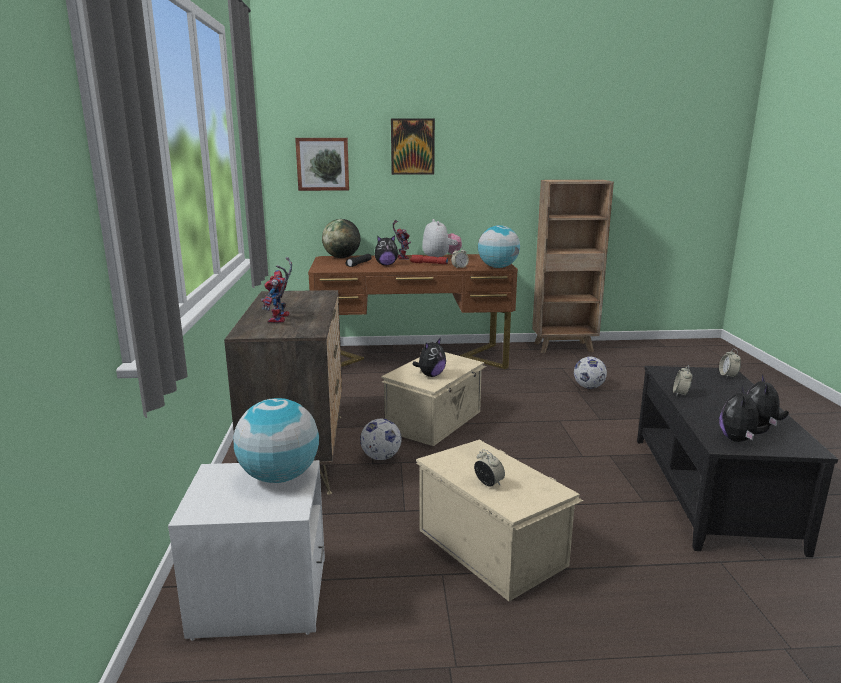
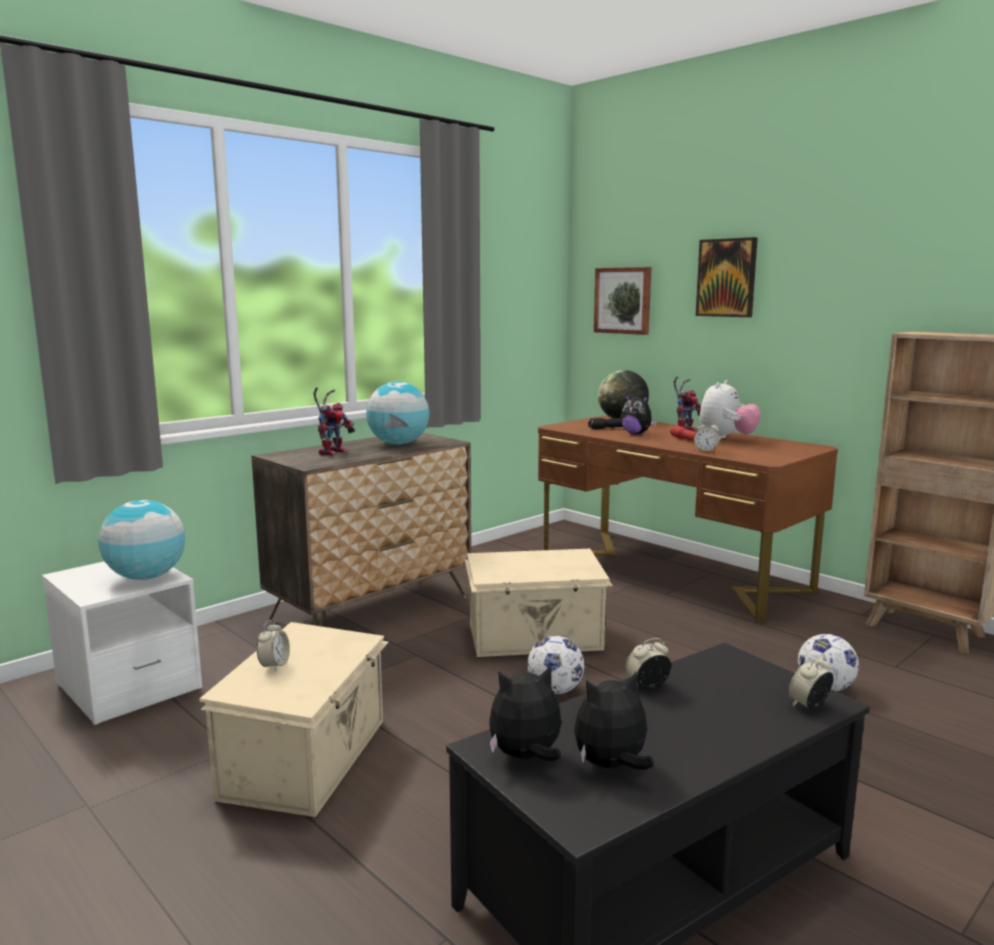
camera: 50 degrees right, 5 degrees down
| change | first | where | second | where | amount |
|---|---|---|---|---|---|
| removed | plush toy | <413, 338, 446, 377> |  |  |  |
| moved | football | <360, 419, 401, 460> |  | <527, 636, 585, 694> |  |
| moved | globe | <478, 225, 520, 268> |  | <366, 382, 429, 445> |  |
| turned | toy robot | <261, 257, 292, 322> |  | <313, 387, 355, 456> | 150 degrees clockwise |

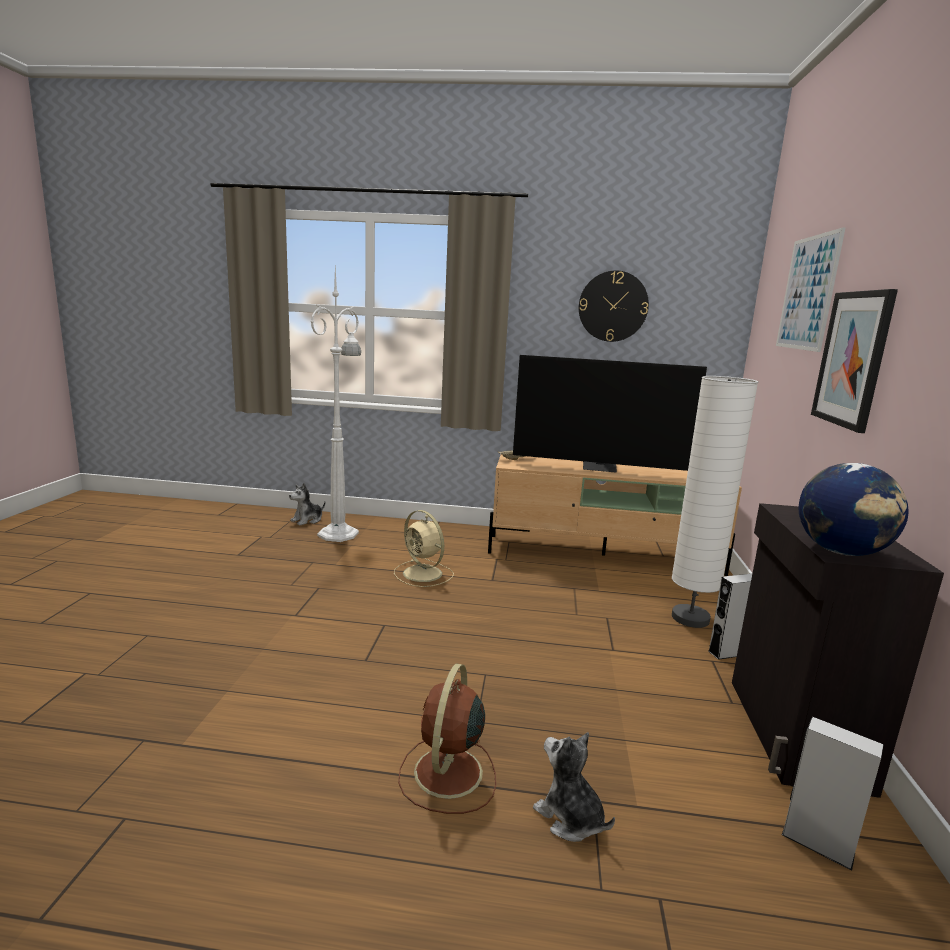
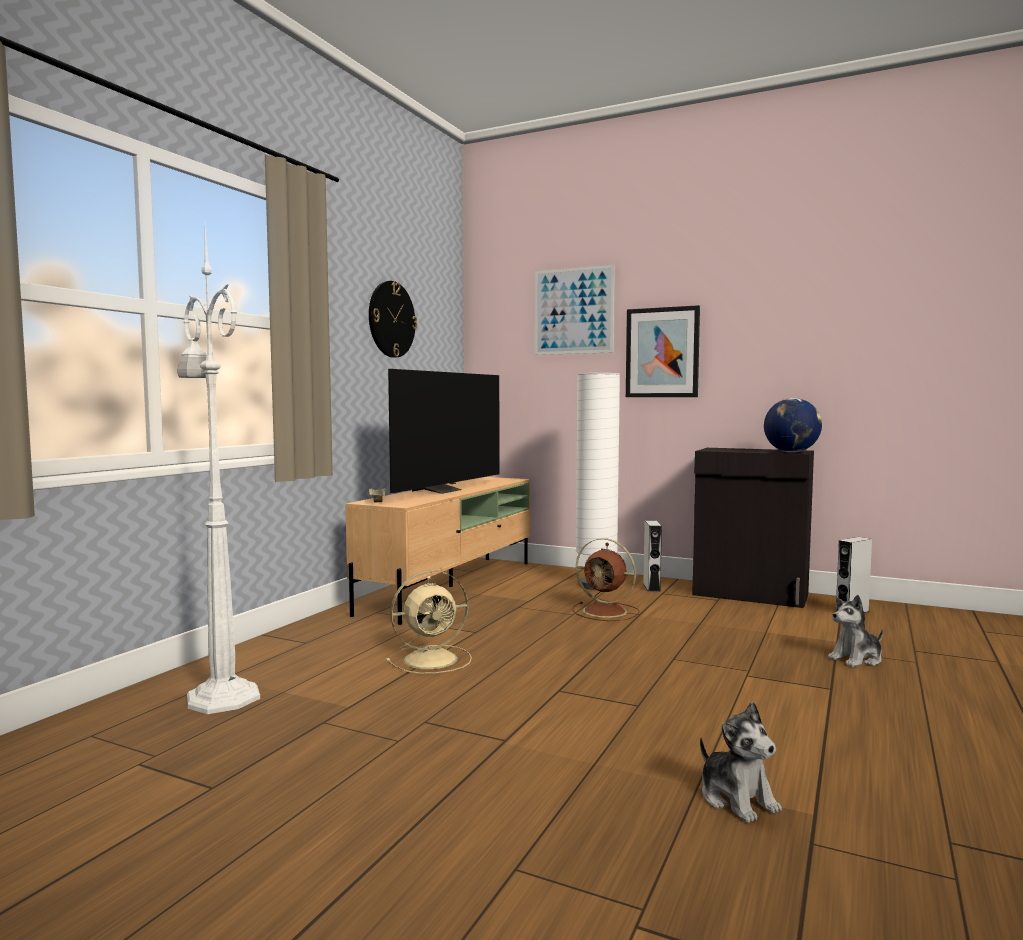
camera: 70 degrees left, 10 degrees down
| change | first | where | second | where | amount |
|---|---|---|---|---|---|
| moved | plush toy | <289, 483, 326, 525> |  | <700, 701, 782, 823> |  |
| moved | fan/brown | <398, 663, 496, 814> |  | <572, 538, 639, 621> |  |

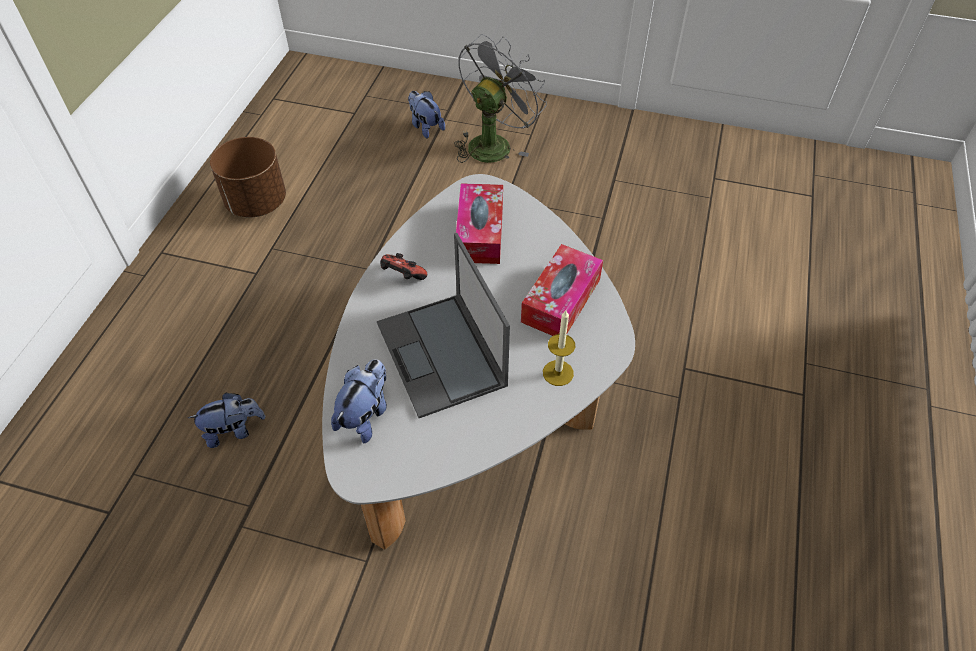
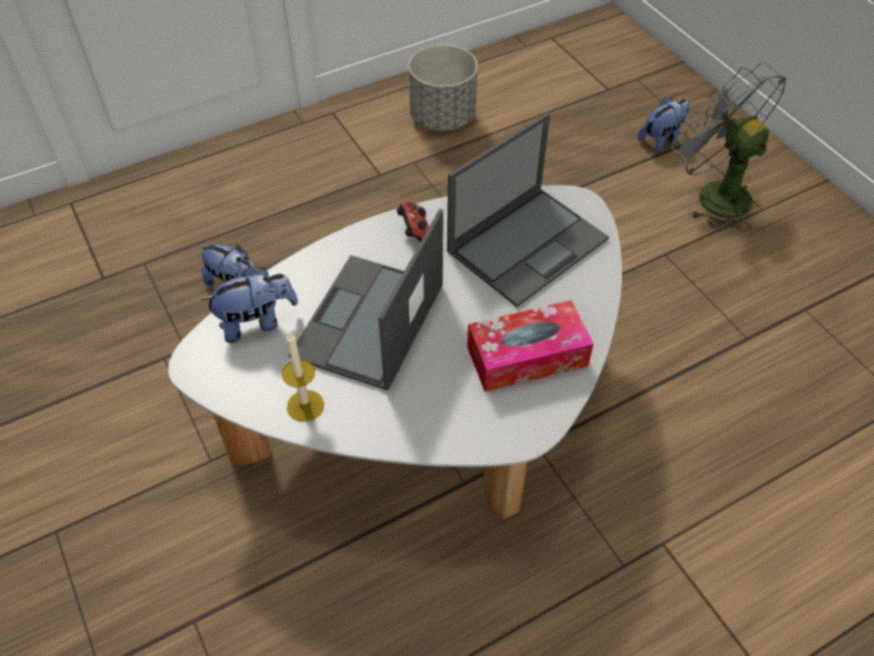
camera: 45 degrees right, 0 degrees up
| change | first | where | second | where | amount |
|---|---|---|---|---|---|
| moved | candle | <543, 310, 575, 386> |  | <282, 332, 324, 422> |  |
| replaced | tissue box | <456, 183, 503, 264> | laptop | <447, 112, 609, 307> |  |
| recoloured | planter/brown | <210, 137, 286, 217> | planter/grey | <409, 45, 478, 131> |  |
| turned | plush toy | <408, 91, 445, 138> |  | <638, 97, 689, 153> | 45 degrees clockwise |
| turned | fan/grey | <454, 34, 547, 163> |  | <672, 62, 786, 231> | 120 degrees counterclockwise |

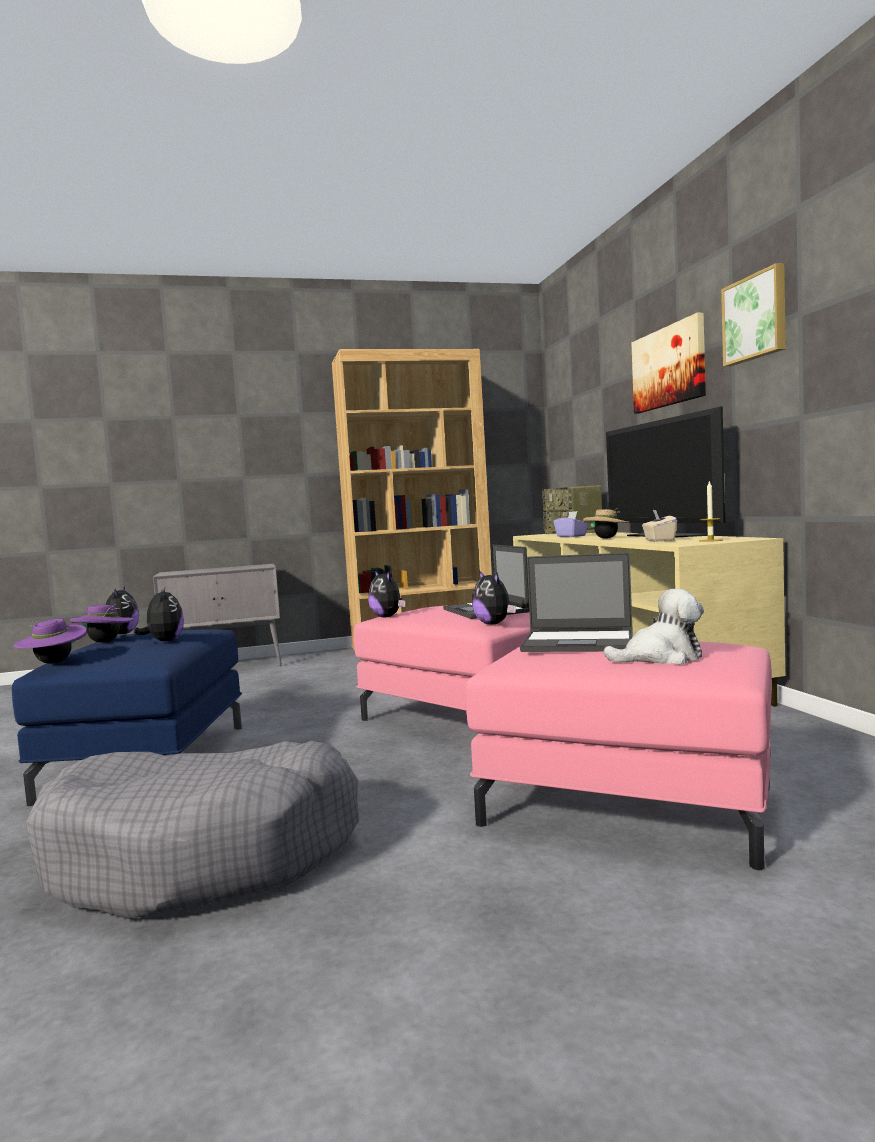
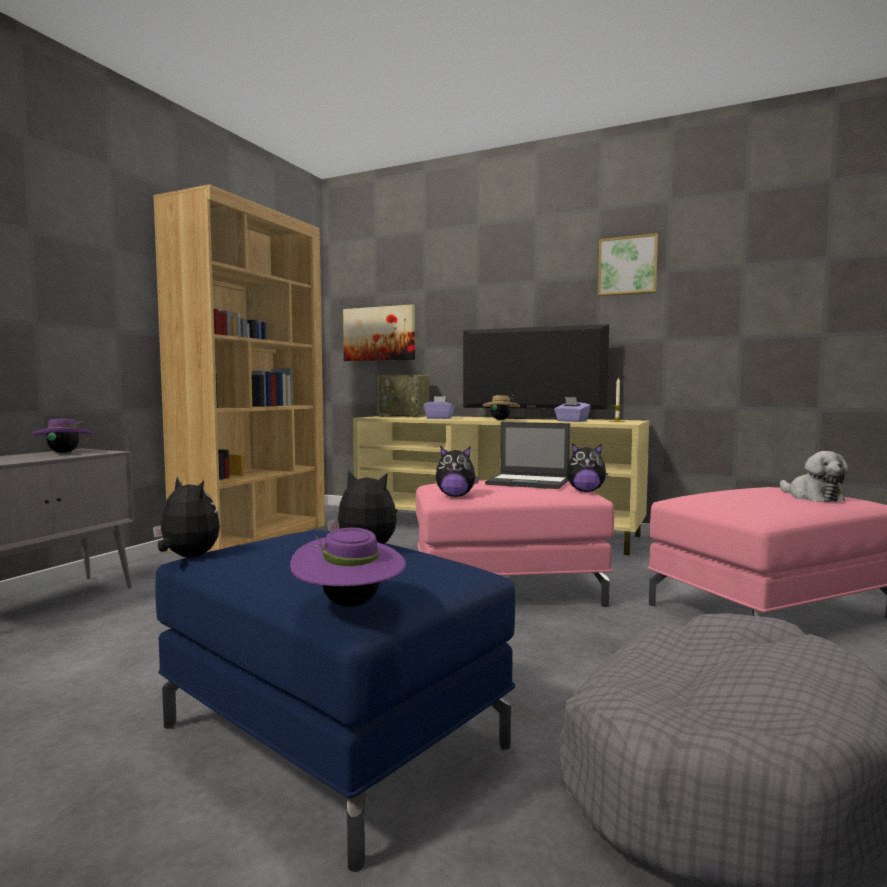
camera: 50 degrees left, 0 degrees up
| change | first | where | second | where | amount |
|---|---|---|---|---|---|
| removed | laptop | <520, 553, 633, 652> |  |  |  |
| moved | hat/purple | <70, 604, 134, 643> |  | <32, 418, 94, 453> |  |
| moved | picture | <631, 313, 706, 414> |  | <343, 305, 415, 361> |  |
| recoloured | tissue box/beige | <642, 510, 677, 542> | tissue box/purple | <554, 397, 591, 422> |  |
| turned | plush toy | <604, 589, 704, 665> |  | <780, 451, 848, 502> | 135 degrees clockwise |

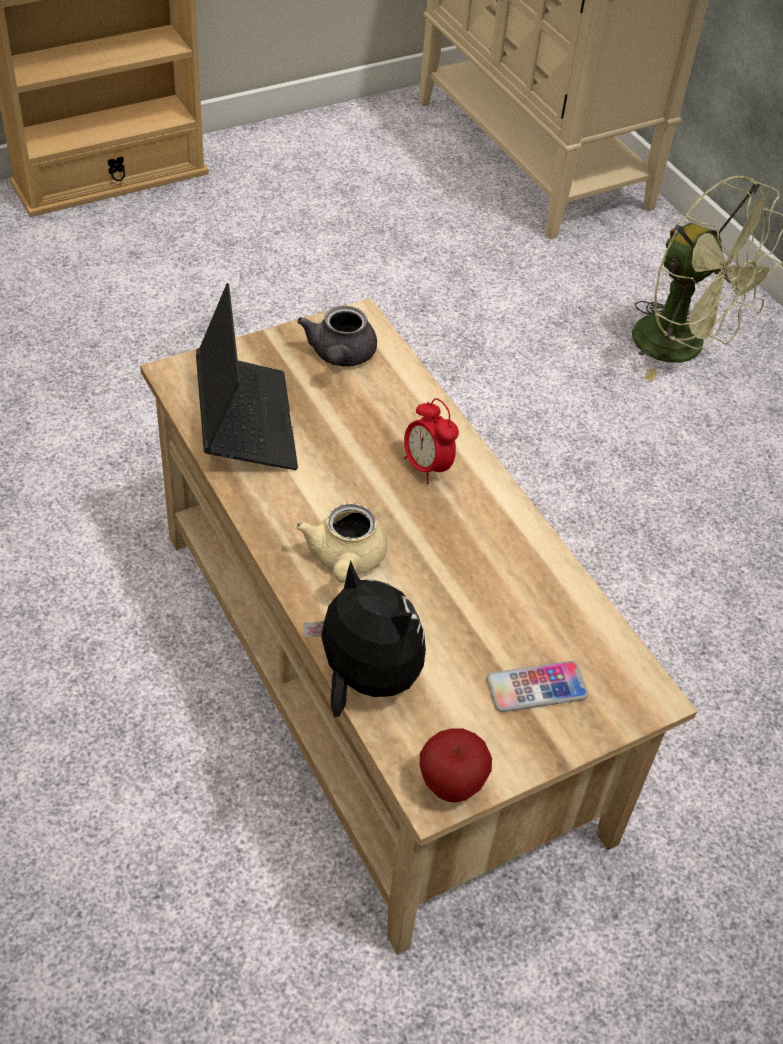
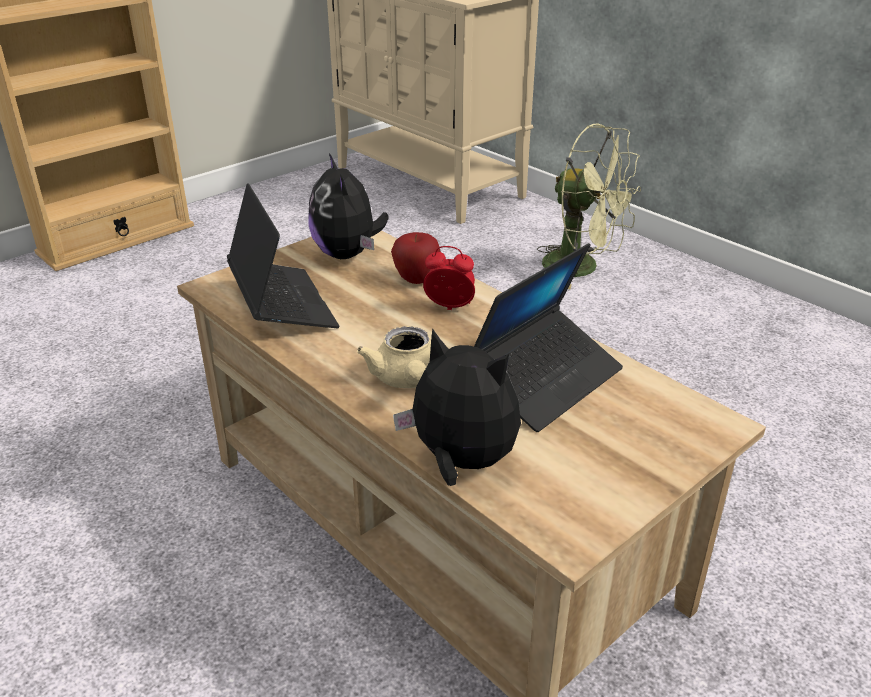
camera: 10 degrees left, 15 degrees down
| change | first | where | second | where | amount |
|---|---|---|---|---|---|
| removed | phone | <487, 661, 588, 712> |  |  |  |
| added |  |  | laptop | <474, 243, 623, 432> |  |
| moved | apple | <420, 728, 492, 803> |  | <391, 232, 441, 284> |  |
| replaced | teapot/grey | <297, 306, 377, 367> | plush toy | <308, 153, 388, 259> |  |
| turned | alarm clock | <404, 398, 459, 484> |  | <423, 246, 475, 310> | 150 degrees clockwise |

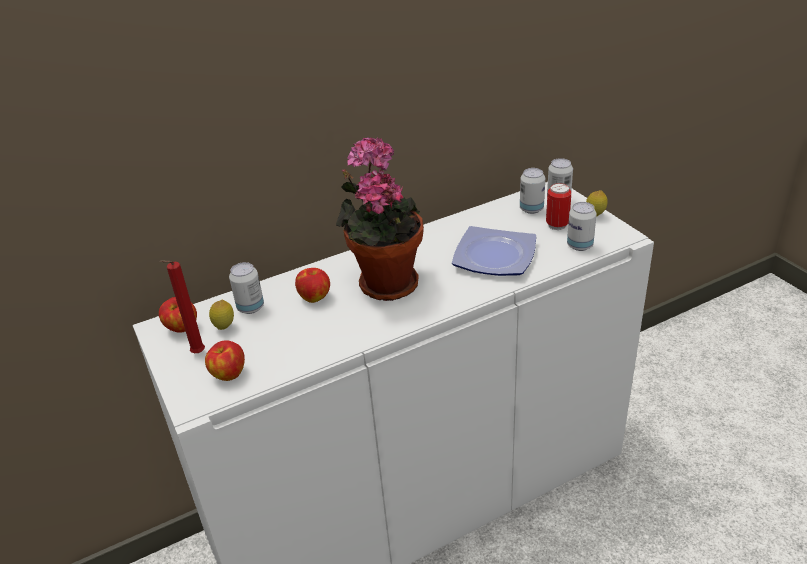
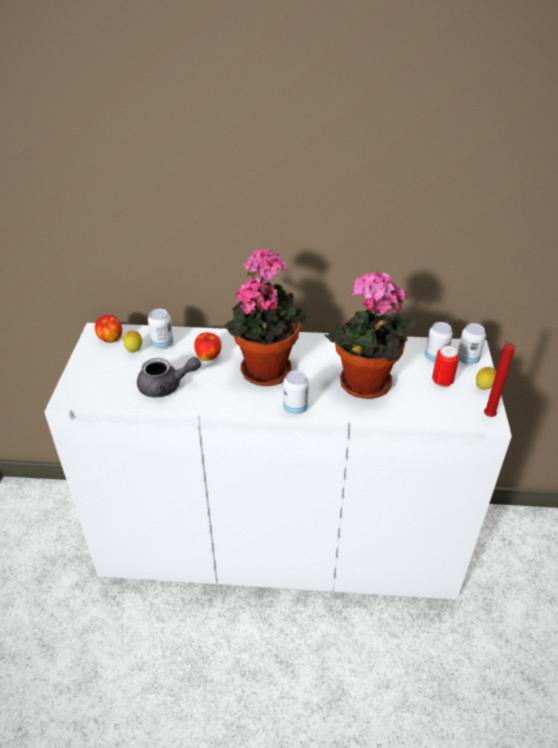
camera: 30 degrees right, 5 degrees up
| change | first | where | second | where | amount |
|---|---|---|---|---|---|
| removed | apple | <205, 340, 245, 381> |  |  |  |
| added |  |  | teapot/grey | <137, 357, 201, 397> |  |
| moved | candle/red | <160, 260, 205, 353> |  | <484, 340, 515, 417> |  |
| moved | can | <567, 202, 597, 251> |  | <283, 370, 309, 415> |  |
| replaced | plate | <452, 226, 536, 276> | potted plant | <325, 271, 417, 399> |  |

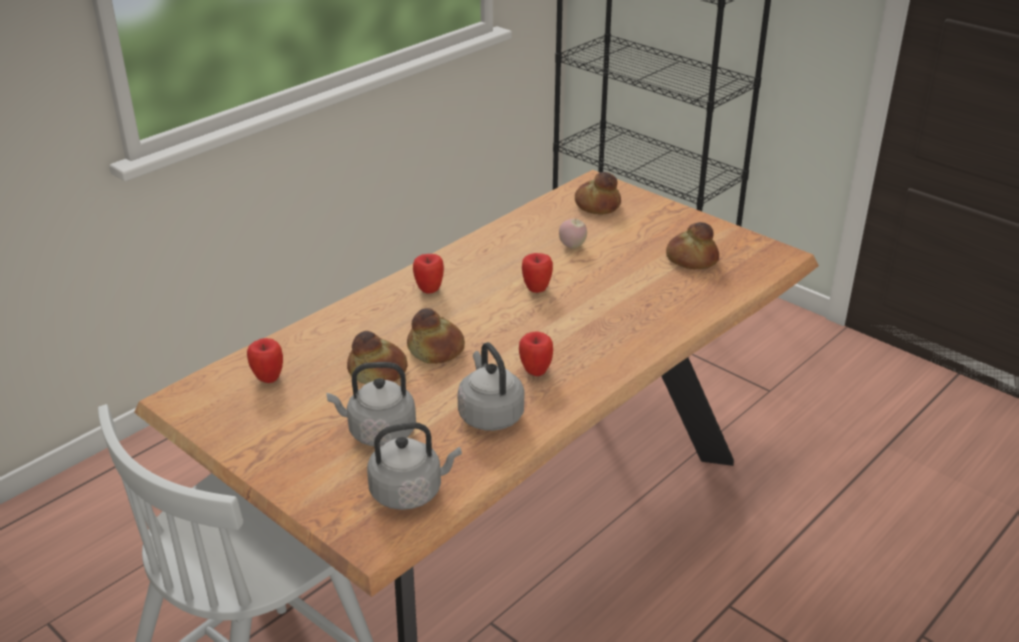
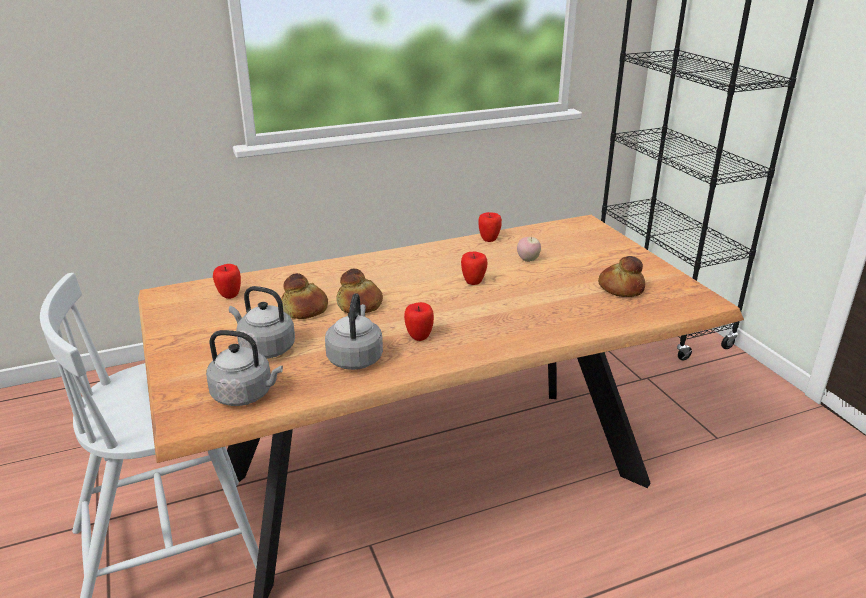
camera: 25 degrees right, 5 degrees down
| change | first | where | second | where | amount |
|---|---|---|---|---|---|
| removed | bread | <575, 172, 621, 214> |  |  |  |
| moved | apple | <413, 254, 444, 294> |  | <478, 212, 502, 242> |  |

